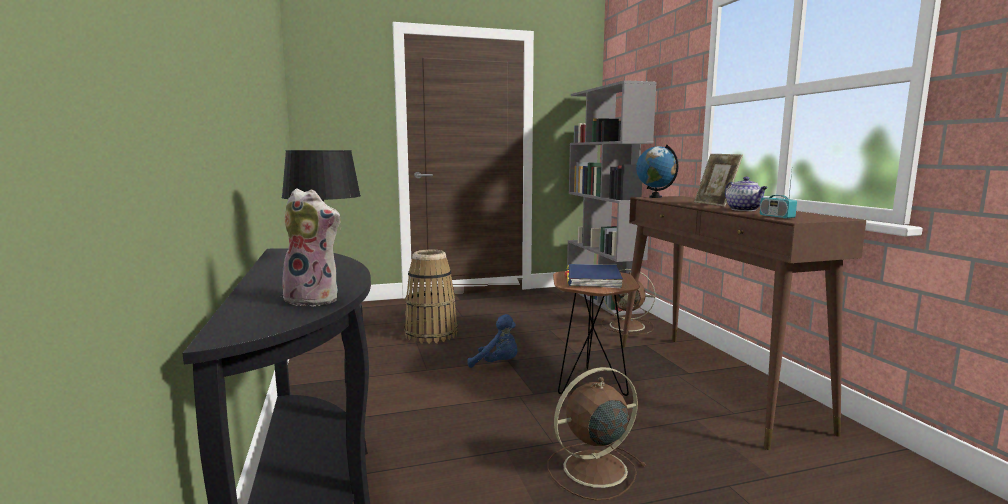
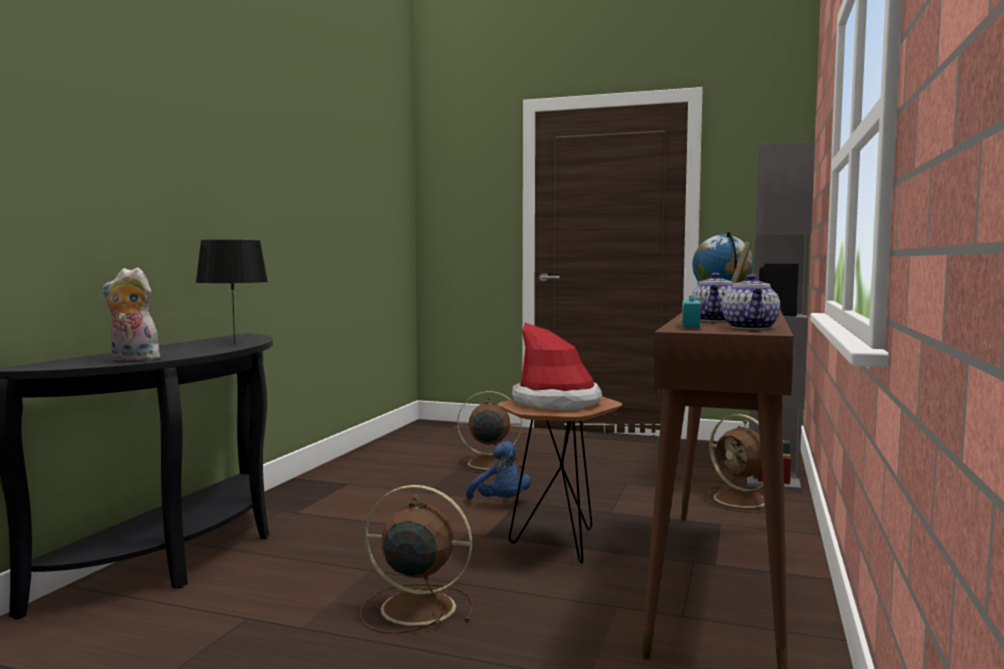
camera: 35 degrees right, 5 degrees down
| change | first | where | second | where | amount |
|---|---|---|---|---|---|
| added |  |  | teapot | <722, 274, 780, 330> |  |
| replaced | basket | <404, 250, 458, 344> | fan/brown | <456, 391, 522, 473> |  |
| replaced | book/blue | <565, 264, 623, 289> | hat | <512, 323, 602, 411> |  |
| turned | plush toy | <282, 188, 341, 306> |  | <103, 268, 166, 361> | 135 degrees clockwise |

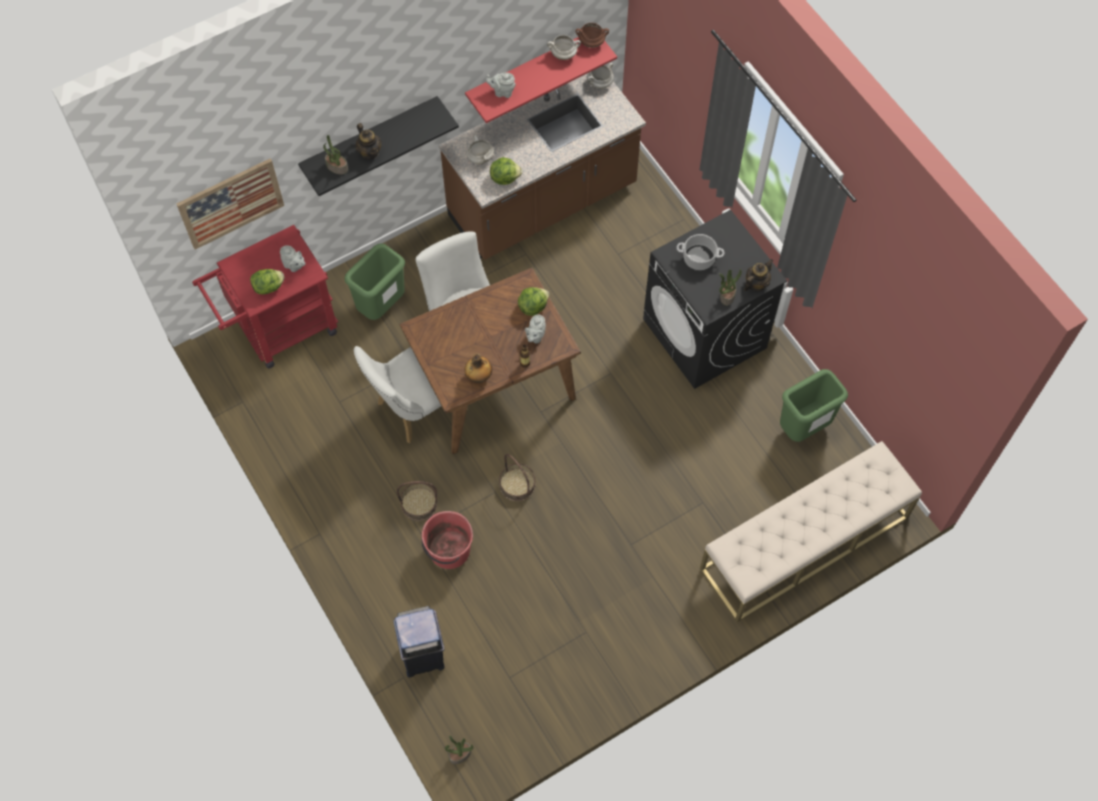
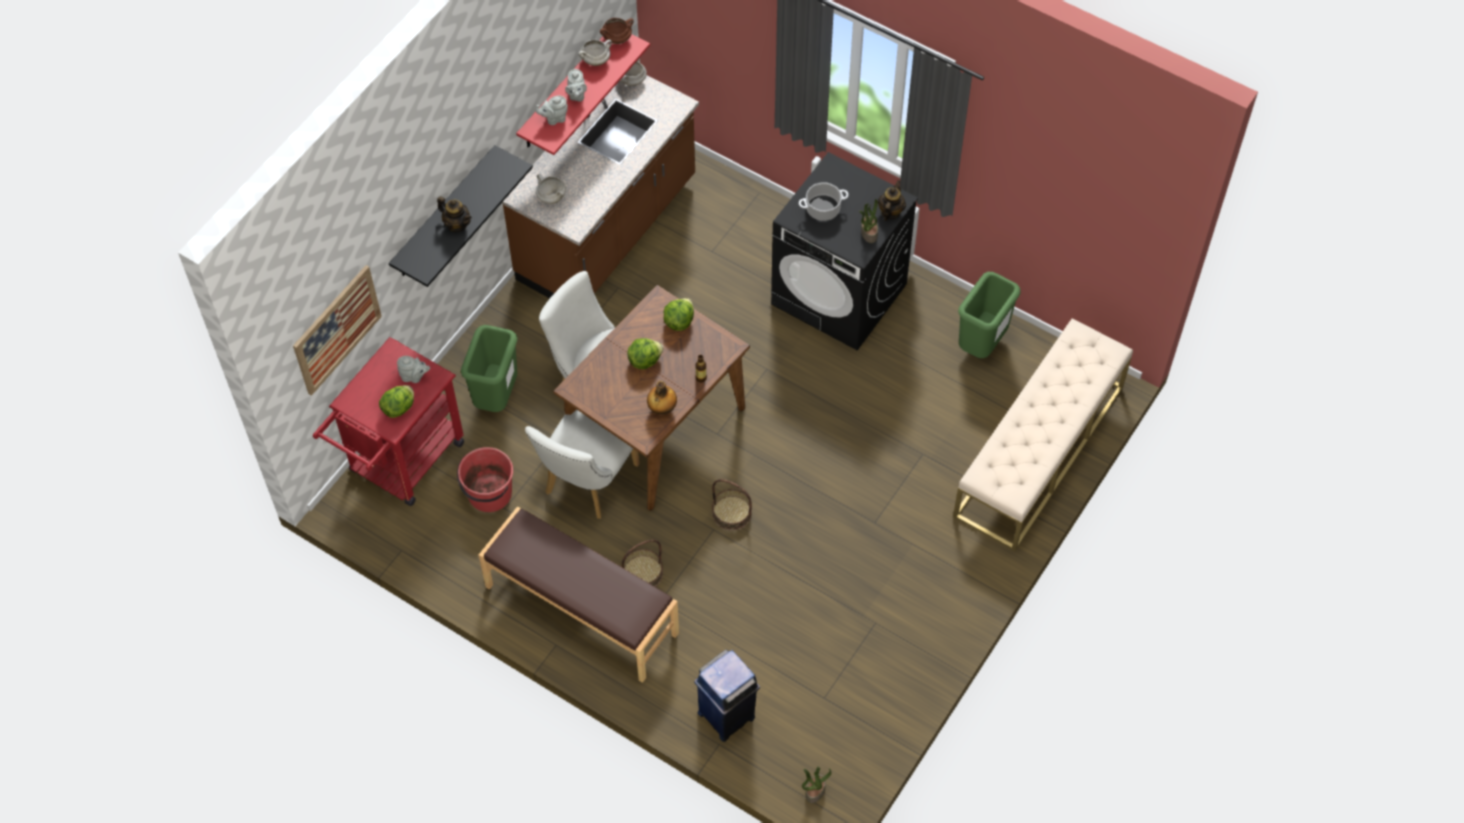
camera: 25 degrees left, 5 degrees down
| change | first | where | second | where | amount |
|---|---|---|---|---|---|
| removed | potted plant | <323, 135, 348, 174> |  |  |  |
| added |  |  | bench/brown | <479, 507, 679, 683> |  |
| moved | bucket/red | <421, 511, 473, 569> |  | <457, 447, 513, 512> |  |
| moved | lettuce | <490, 157, 523, 185> |  | <627, 338, 664, 369> |  |
| moved | teapot/grey | <525, 314, 546, 344> |  | <565, 68, 587, 102> |  |

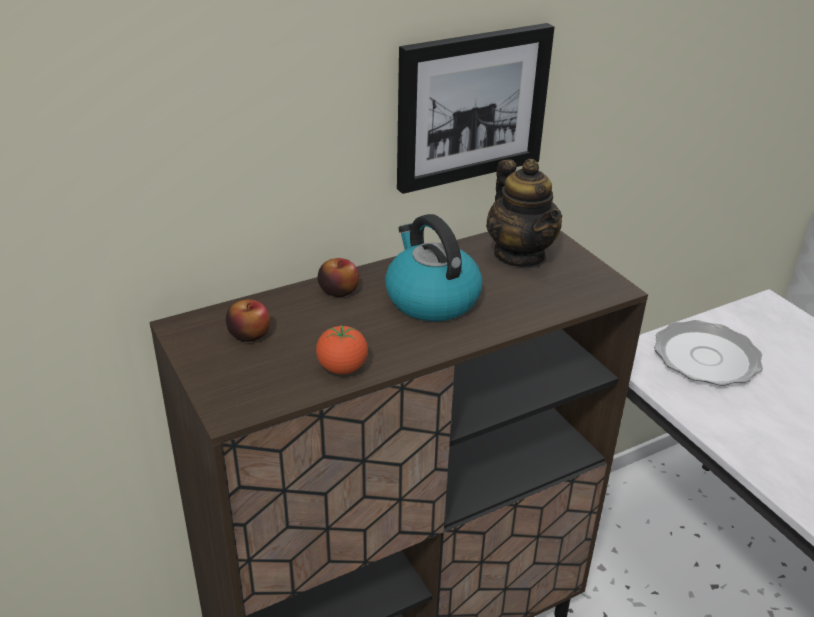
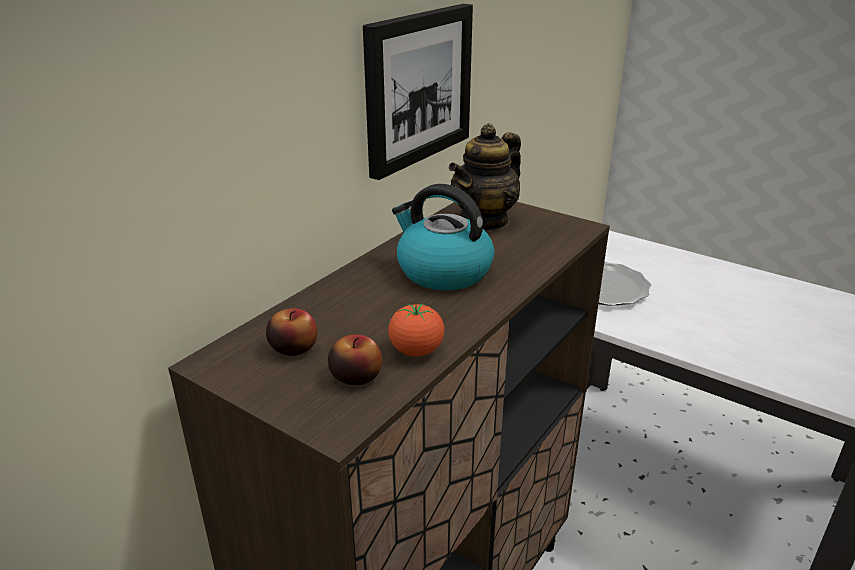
camera: 25 degrees left, 5 degrees down
| change | first | where | second | where | amount |
|---|---|---|---|---|---|
| moved | apple | <318, 258, 359, 297> |  | <328, 334, 382, 385> |  |
| turned | teapot | <486, 159, 562, 268> |  | <449, 123, 521, 232> | 90 degrees clockwise |

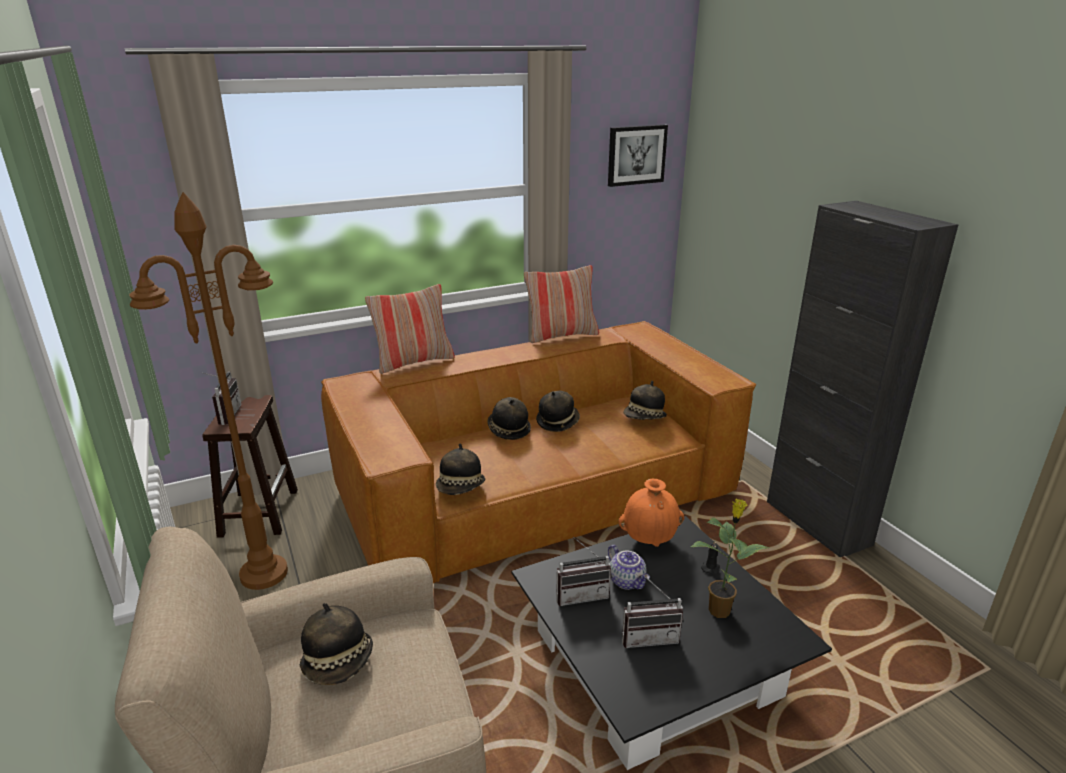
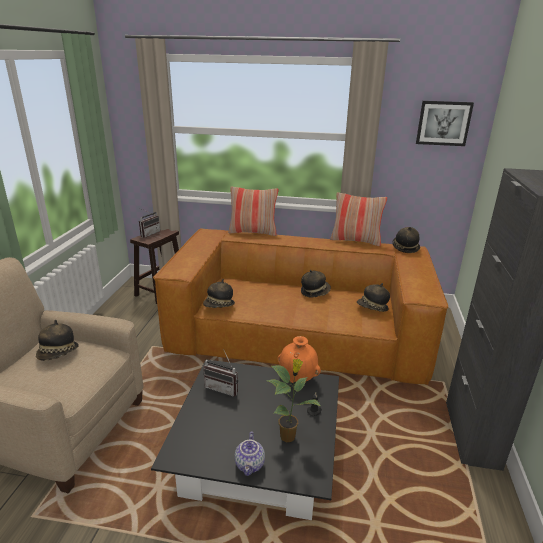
camera: 35 degrees right, 0 degrees up
| change | first | where | second | where | amount |
|---|---|---|---|---|---|
| removed | floor lamp/brown | <129, 192, 288, 590> |  |  |  |
| removed | radio | <622, 575, 684, 648> |  |  |  |
| moved | hat | <487, 397, 531, 440> |  | <392, 227, 420, 253> |  |
| moved | teapot | <608, 545, 650, 590> |  | <234, 431, 265, 476> |  |

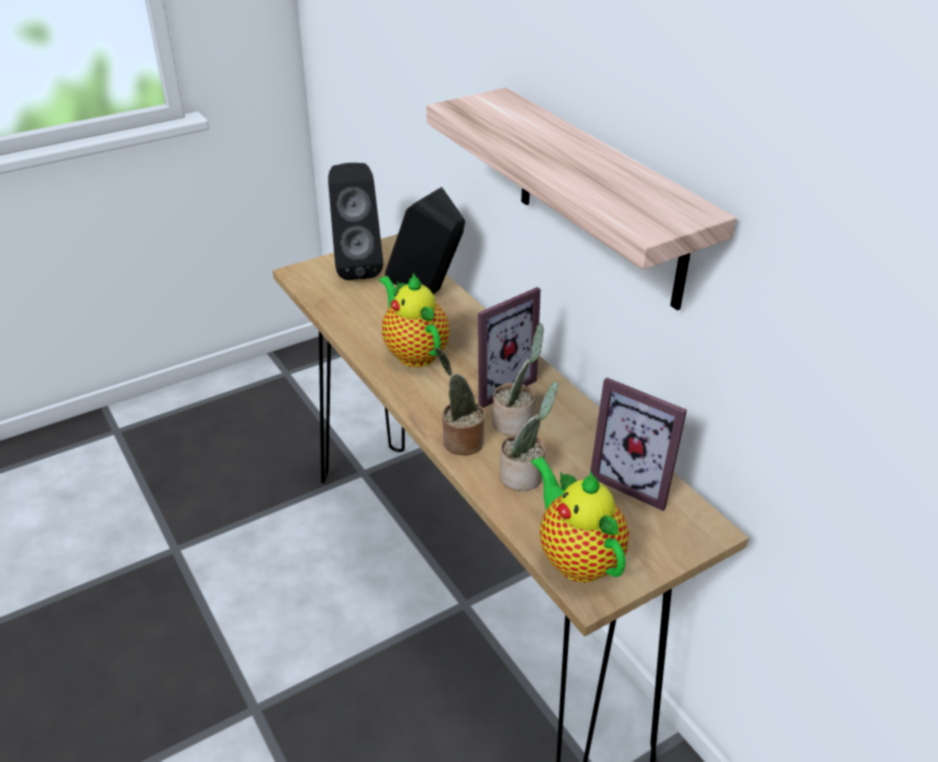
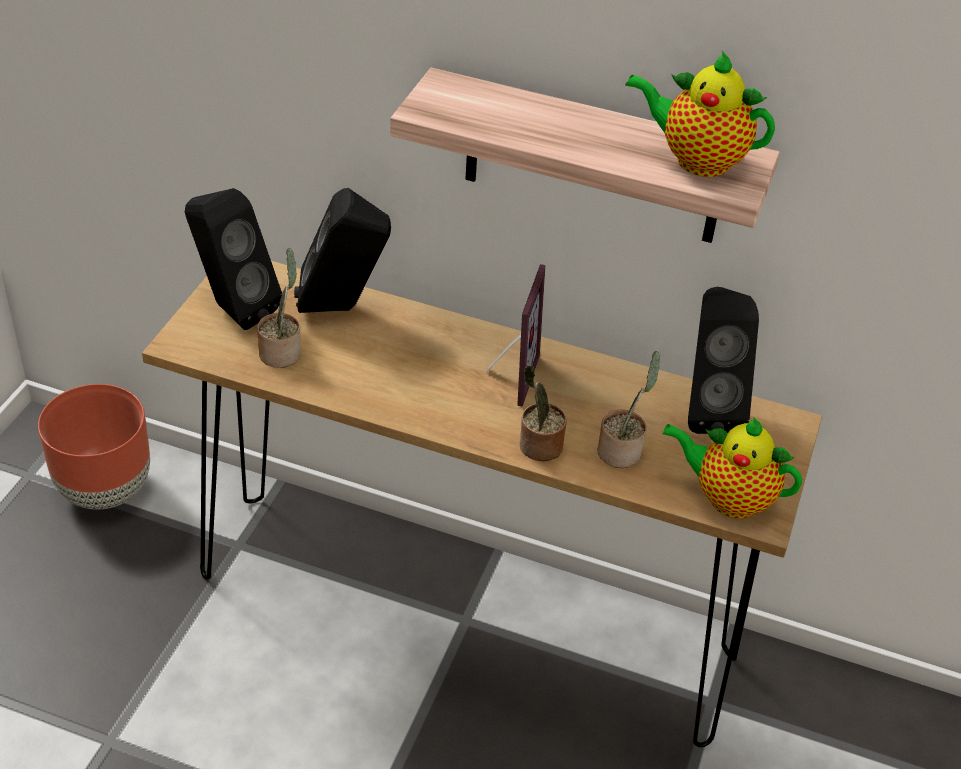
camera: 40 degrees left, 5 degrees up
| change | first | where | second | where | amount |
|---|---|---|---|---|---|
| added |  |  | planter/brown | <38, 384, 150, 510> |  |
| moved | teapot | <379, 273, 450, 367> |  | <625, 51, 775, 177> |  |
| moved | potted plant | <492, 323, 544, 436> |  | <257, 248, 301, 368> |  |
| replaced | picture frame | <591, 377, 687, 511> | speaker/black | <688, 287, 759, 434> |  |

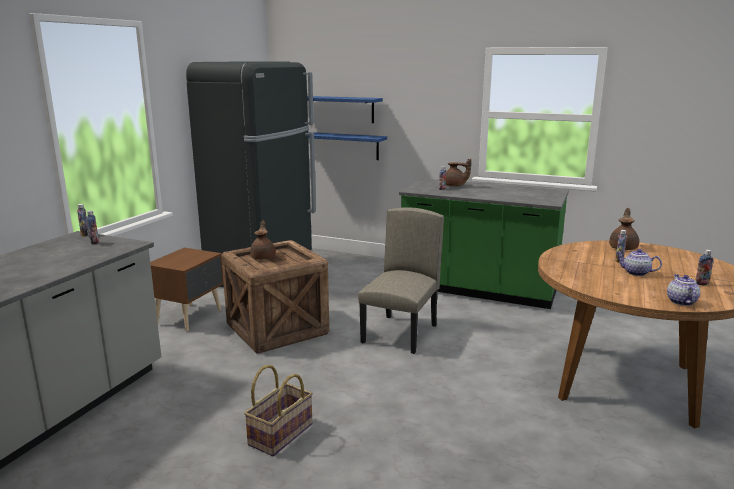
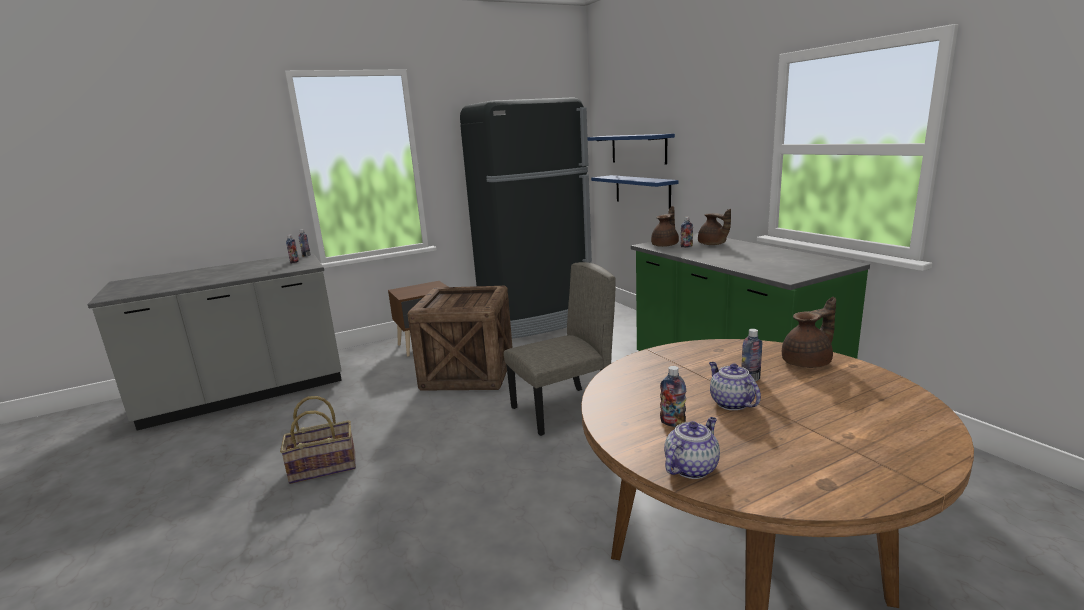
camera: 40 degrees right, 0 degrees up
| change | first | where | second | where | amount |
|---|---|---|---|---|---|
| moved | teapot/brown | <250, 220, 276, 260> |  | <651, 206, 679, 247> |  |
| moved | bottle | <695, 250, 714, 285> |  | <660, 366, 686, 427> |  |

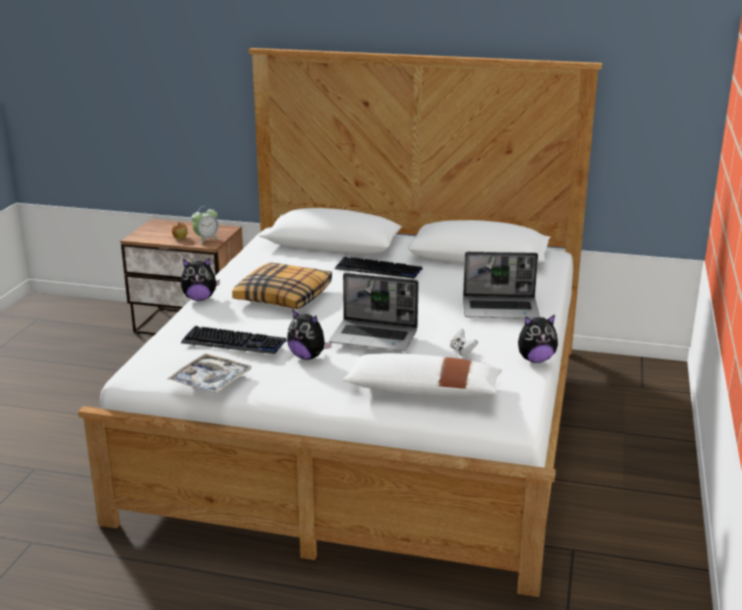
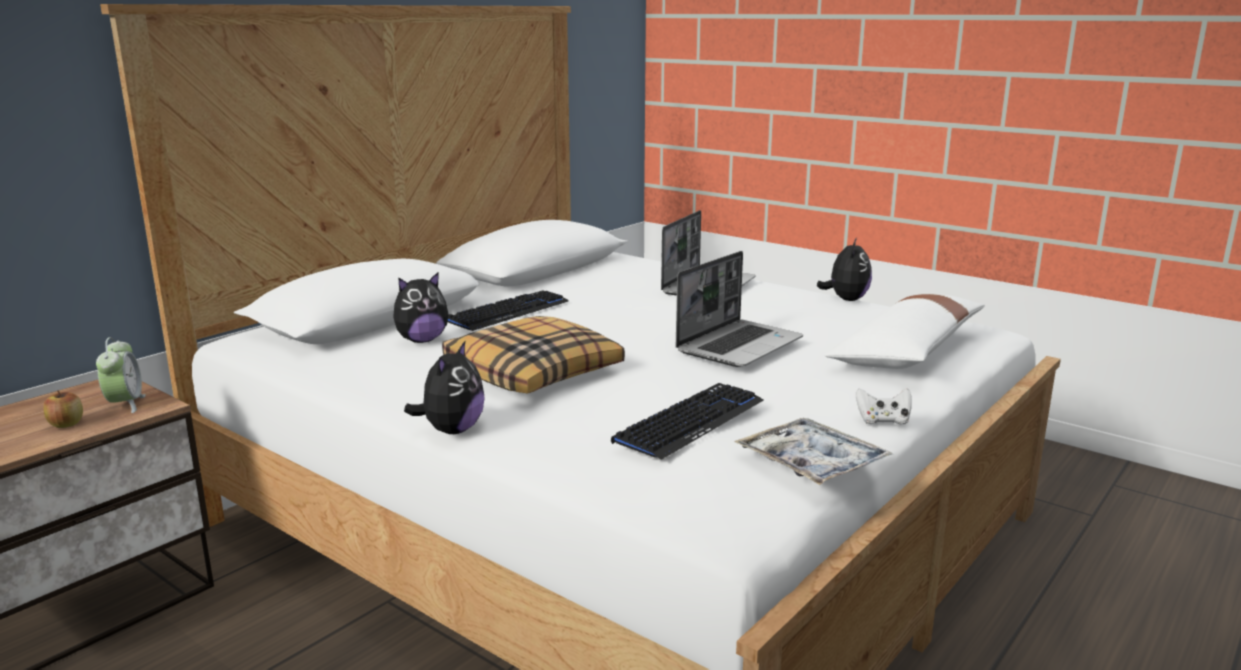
camera: 65 degrees left, 5 degrees down
| change | first | where | second | where | amount |
|---|---|---|---|---|---|
| moved | plush toy | <287, 309, 332, 360> |  | <393, 273, 449, 343> |  |
| moved | game controller/white | <450, 329, 478, 356> |  | <856, 389, 912, 424> |  |

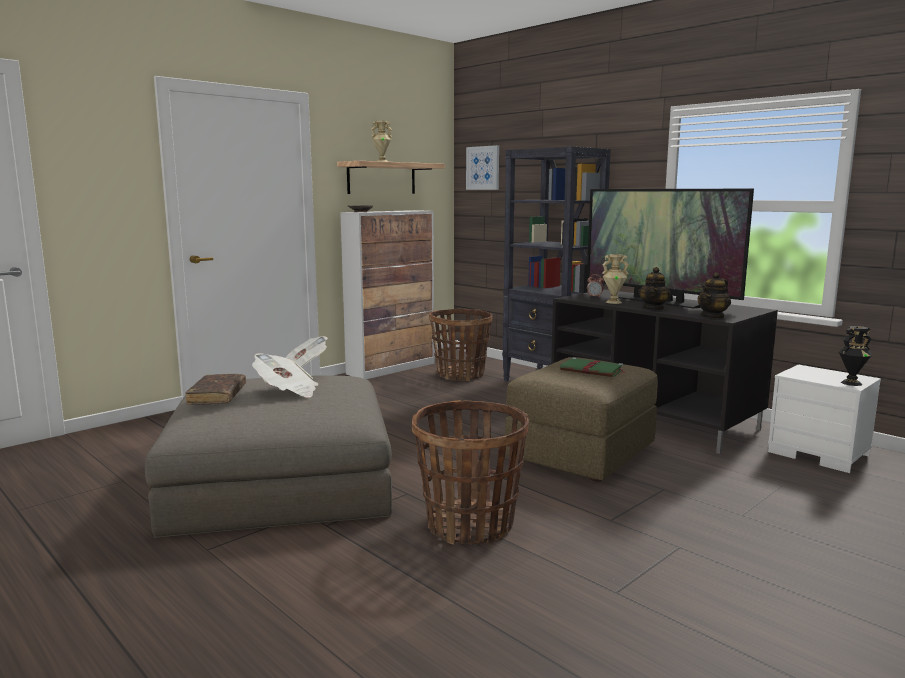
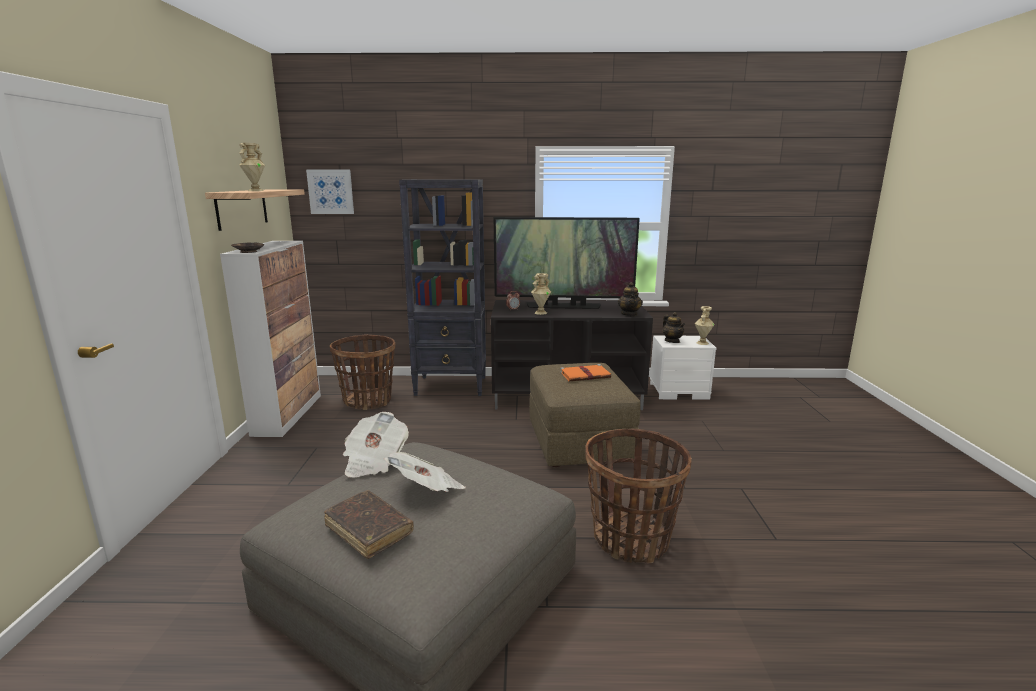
camera: 45 degrees left, 5 degrees up
| change | first | where | second | where | amount |
|---|---|---|---|---|---|
| moved | teapot | <638, 267, 671, 310> |  | <662, 312, 685, 343> |  |
| recoloured | book/green | <560, 357, 624, 377> | book/orange | <560, 364, 611, 381> |  |
| recoloured | vase/black | <839, 326, 873, 386> | vase/beige | <695, 306, 715, 345> |  |

